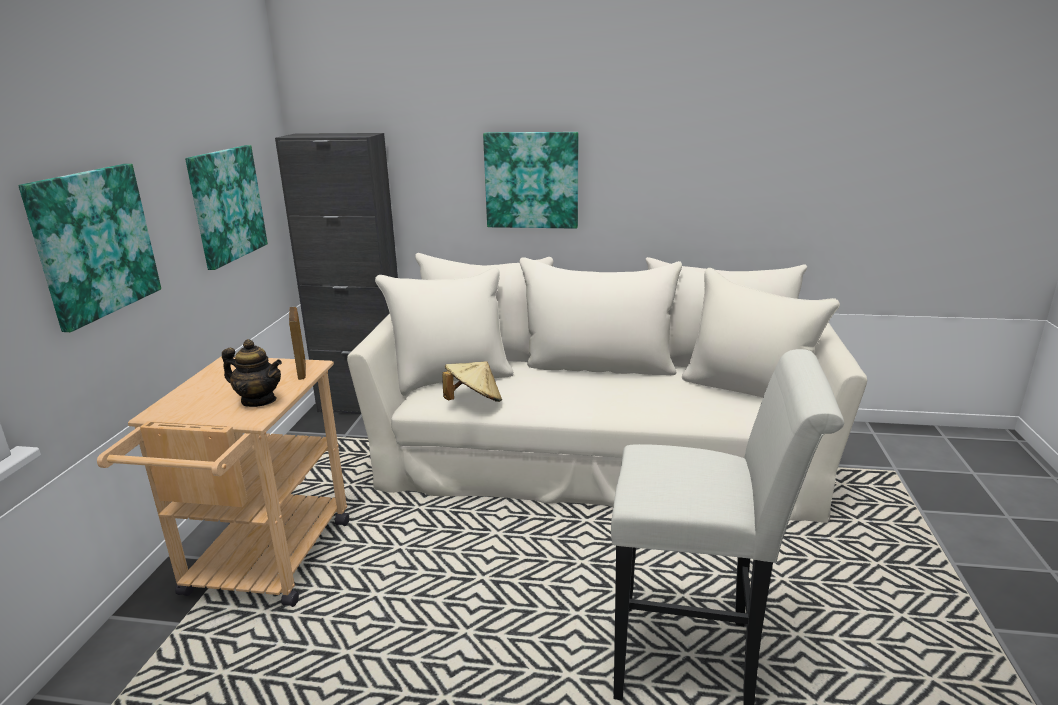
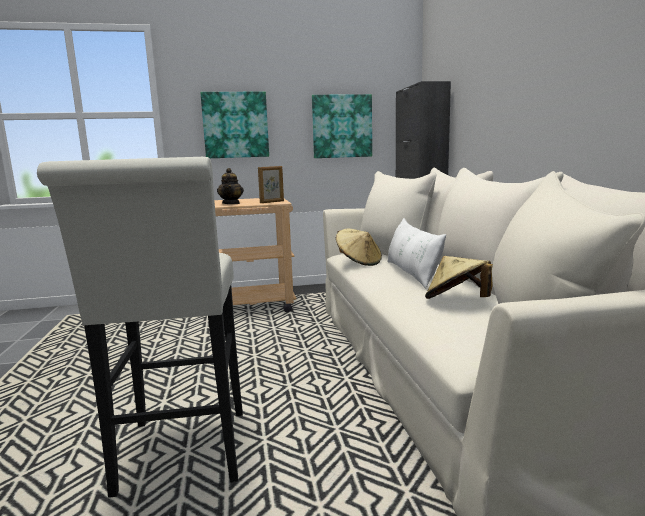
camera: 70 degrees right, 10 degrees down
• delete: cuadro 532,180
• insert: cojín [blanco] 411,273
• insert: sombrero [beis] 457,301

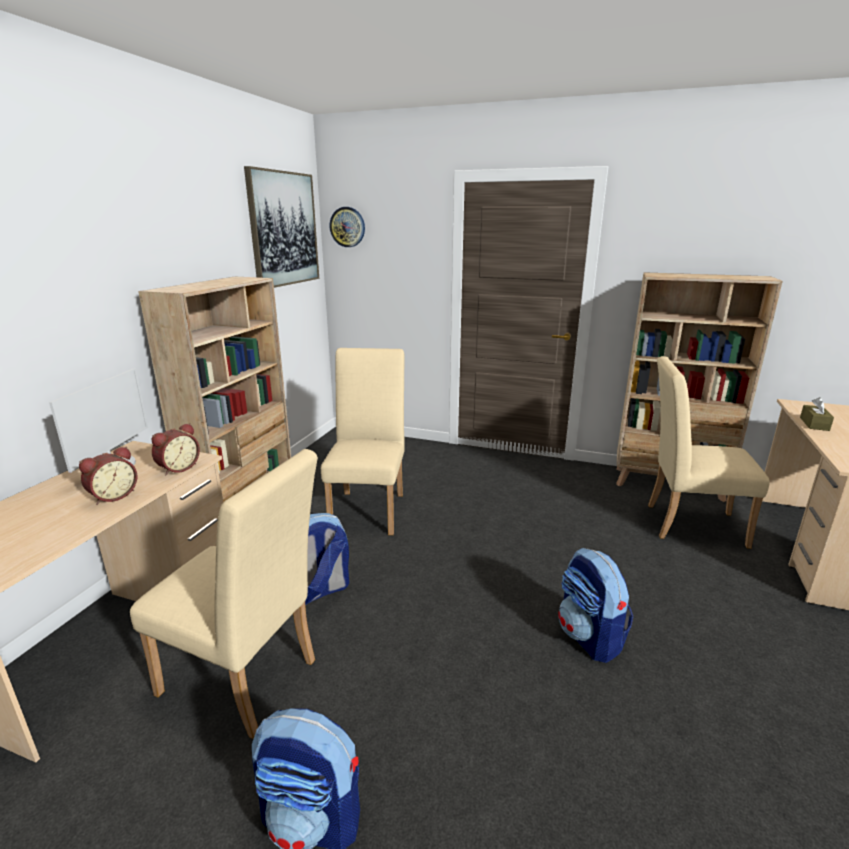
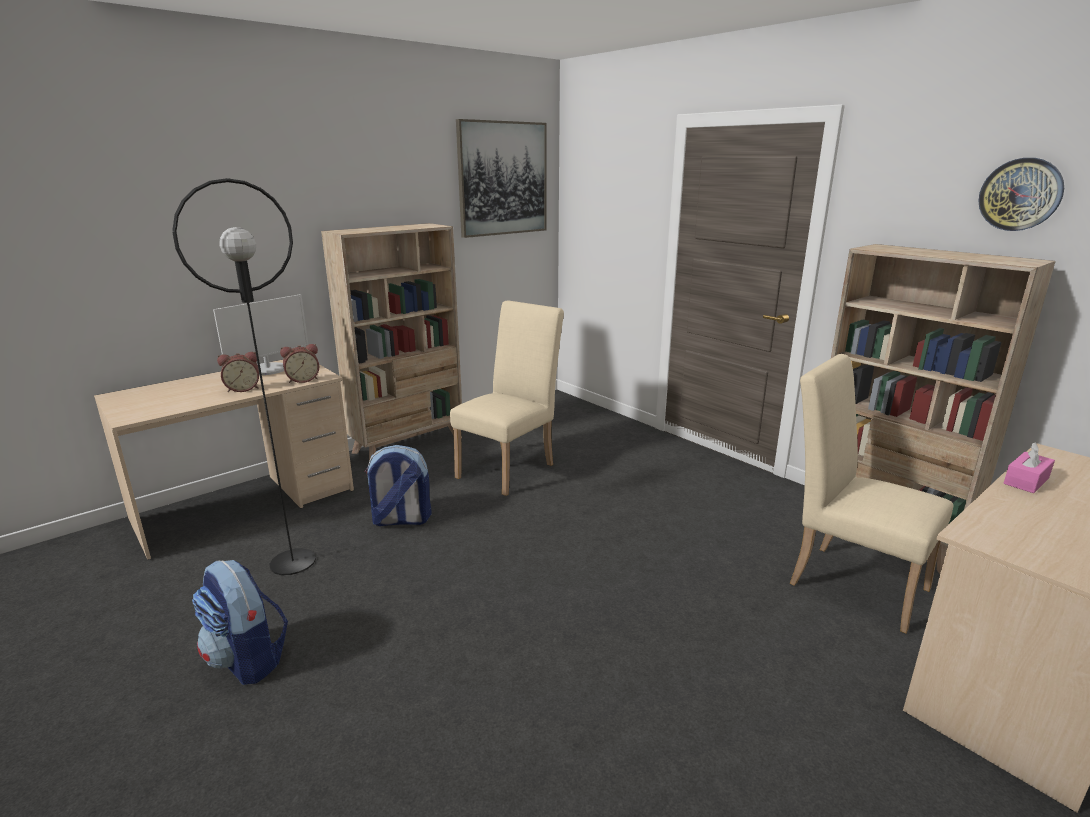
camera: 30 degrees right, 0 degrees up
• move: reloj de pared 347,227 to 1020,194
• recolor: caja de pañuelos [marrón] 814,424 to caja de pañuelos [rosa] 1026,481
• replace: silla [beis] 246,682 to lámpara de pie [negro] 292,562
• delete: mochila 589,637

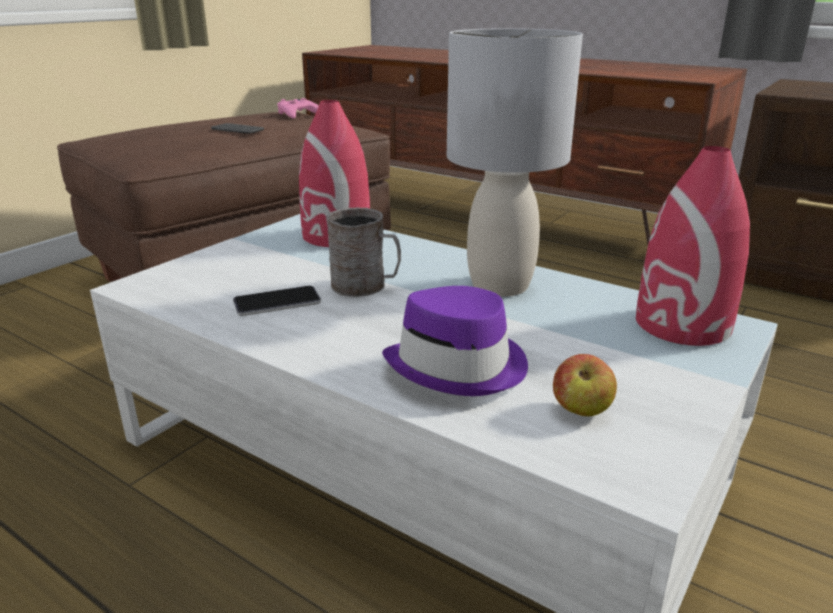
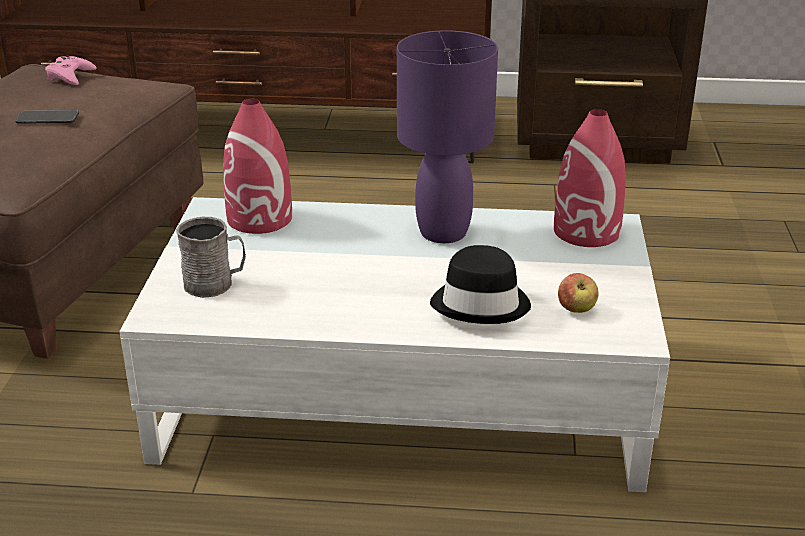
camera: 30 degrees left, 5 degrees up
• recolor: lámpara de mesa [gris] 500,285 to lámpara de mesa [morado] 444,233
• move: taza grande [gris] 366,286 to 215,283
• delete: móvil 277,302
• recolor: sombrero [morado] 460,366 to sombrero [negro] 481,304

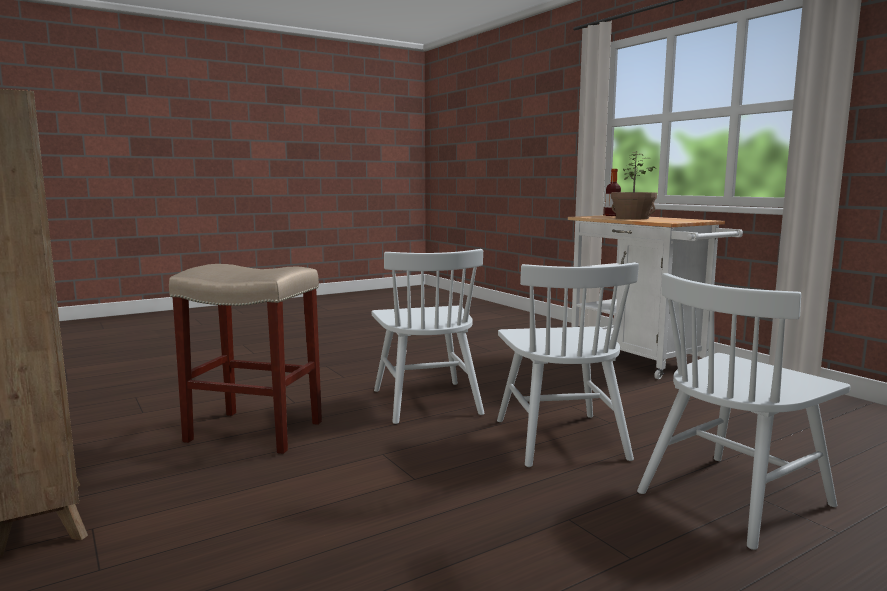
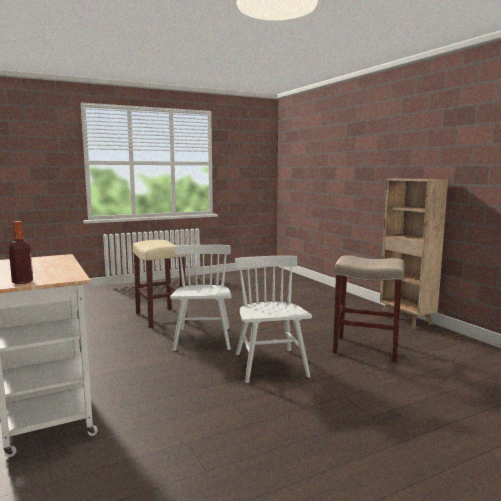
camera: 175 degrees left, 0 degrees up
• delete: planta en maceta 632,218
• replace: silla [blanco] 734,498 to taburete [beis] 161,317

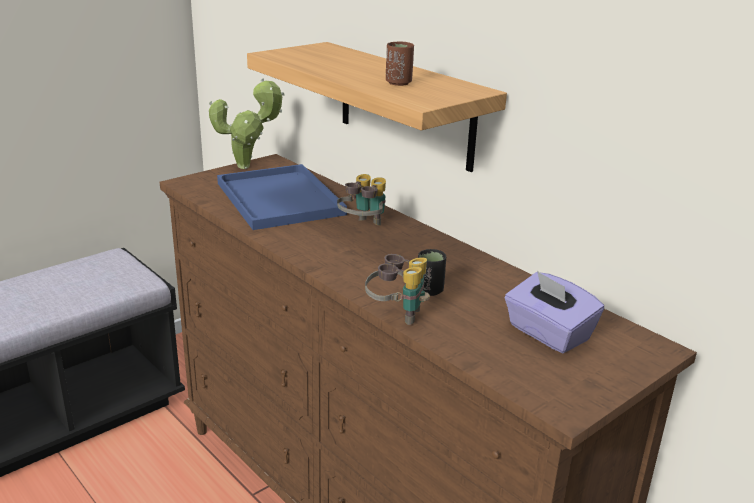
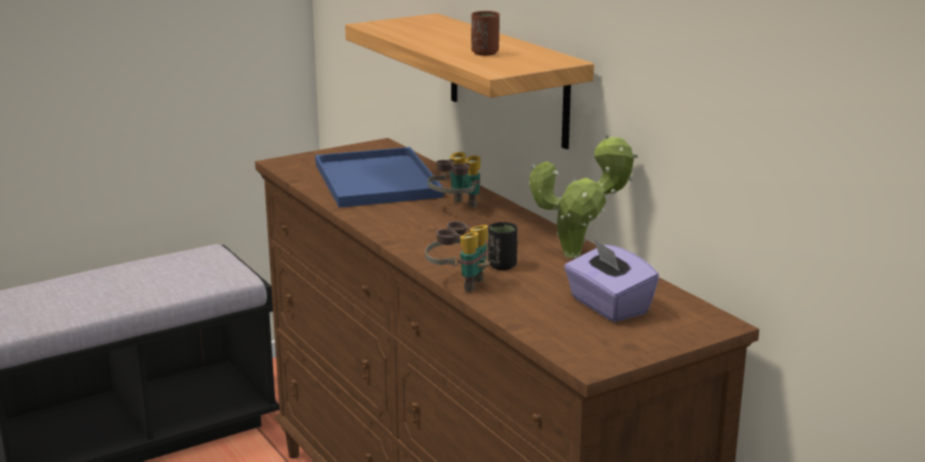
camera: 10 degrees right, 5 degrees down
• move: planta en maceta 248,166 to 578,255

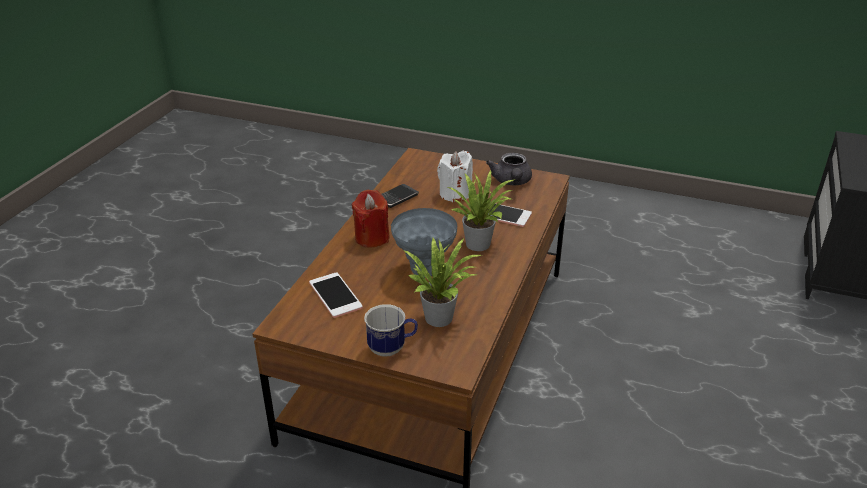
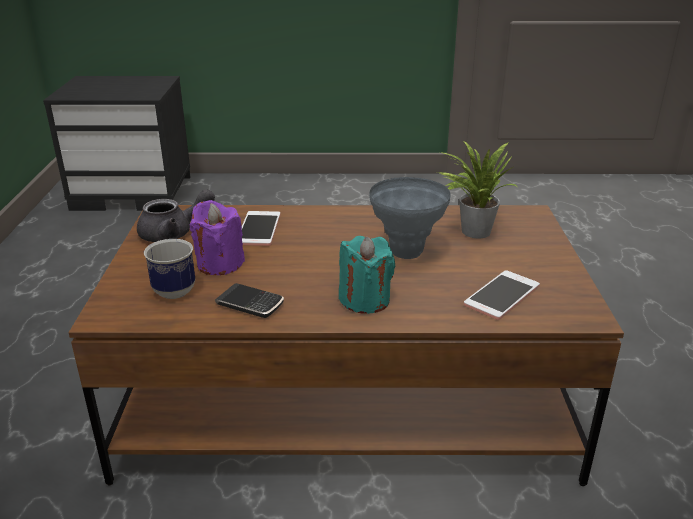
camera: 110 degrees left, 5 degrees down
• recolor: vela [blanco] 455,194 to vela [morado] 219,264
• delete: planta en maceta 480,242
• recolor: vela [rojo] 372,238 to vela [turquesa] 365,300
• move: taza grande 392,348 to 173,288

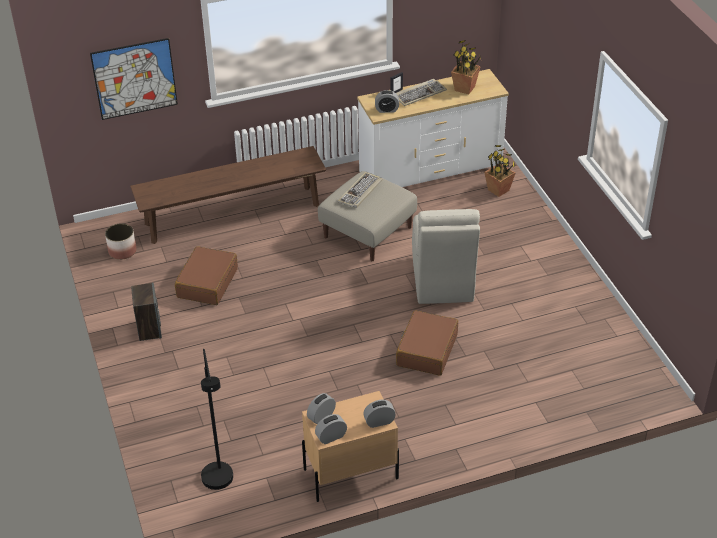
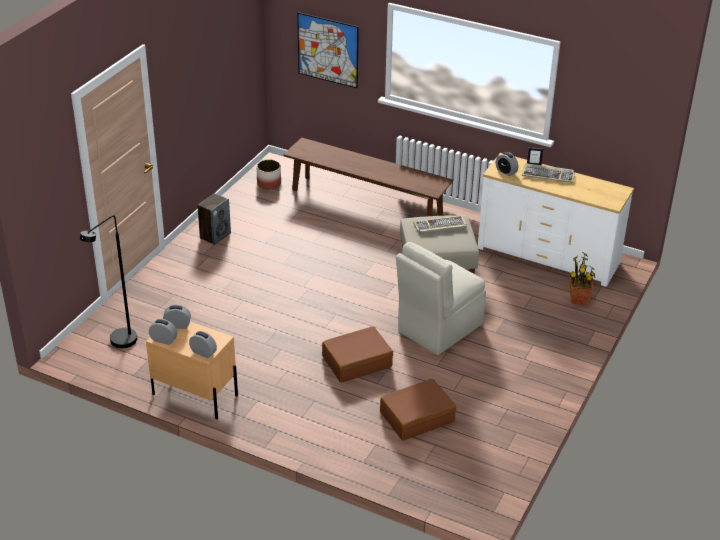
camera: 45 degrees right, 5 degrees down
• delete: planta en maceta 465,88
• move: maleta [marrón] 207,283 to 417,417

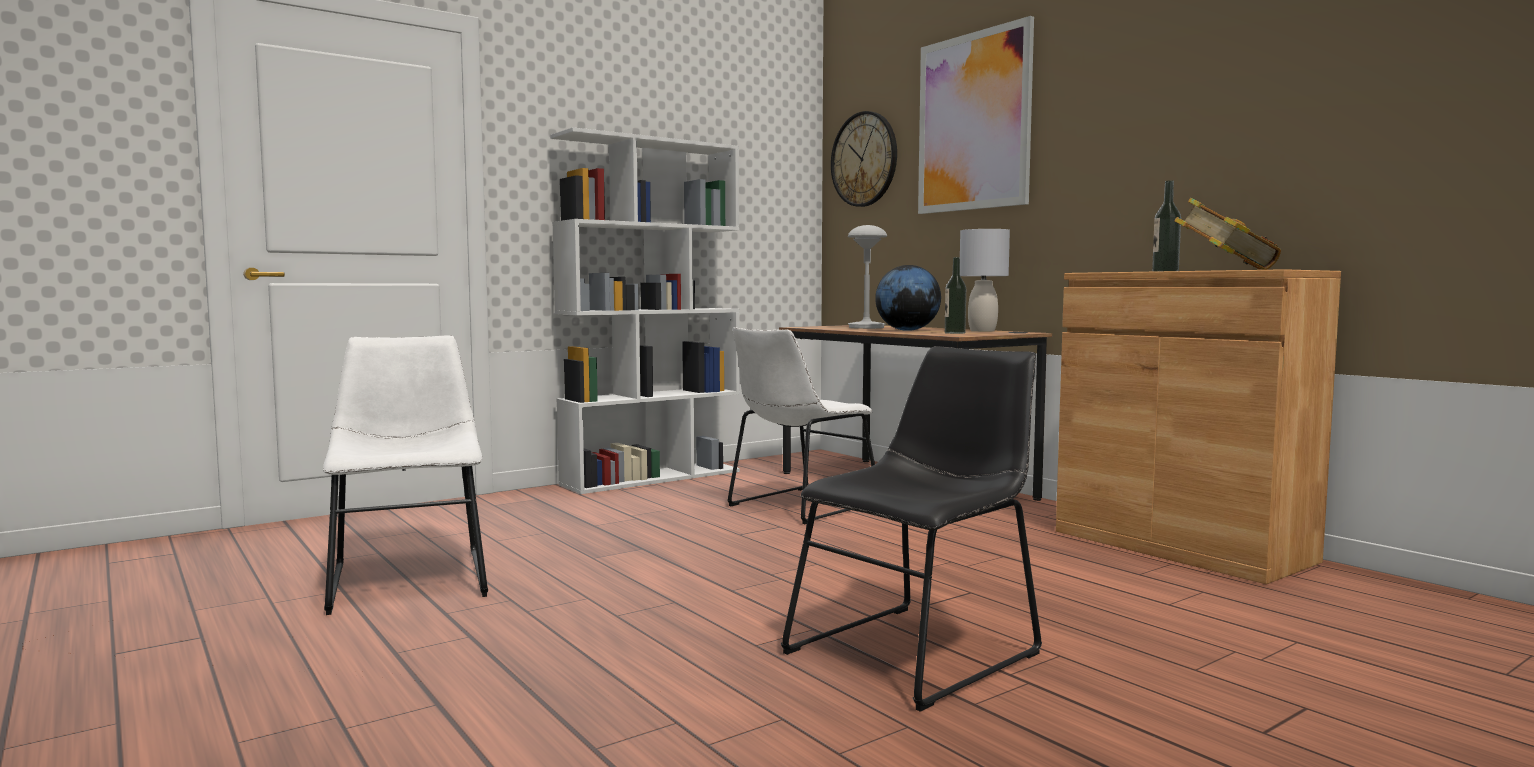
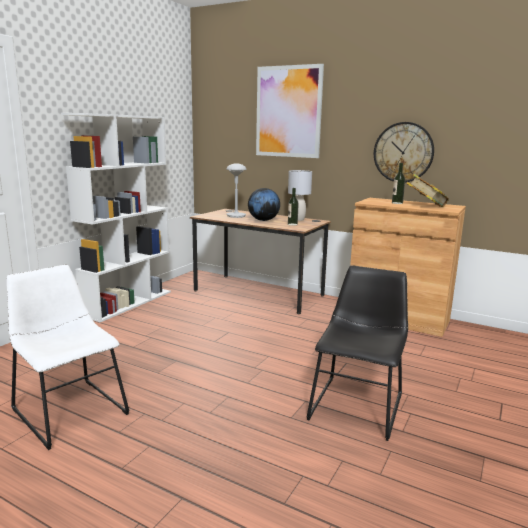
camera: 25 degrees left, 10 degrees up
• move: reloj de pared 864,159 to 403,152
• delete: silla [blanco] 799,506

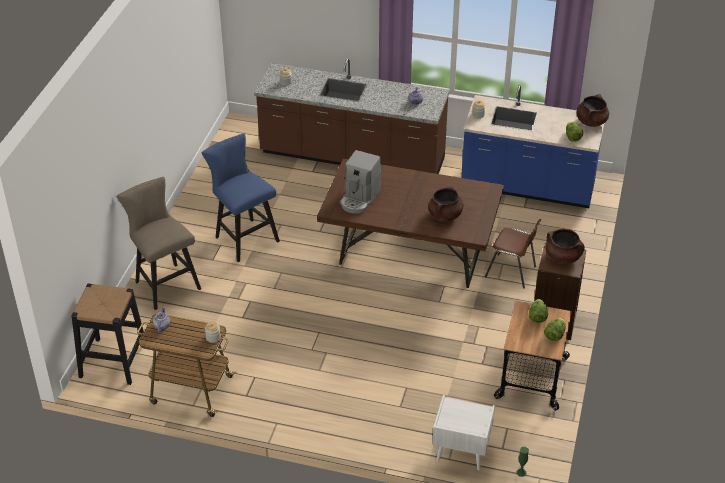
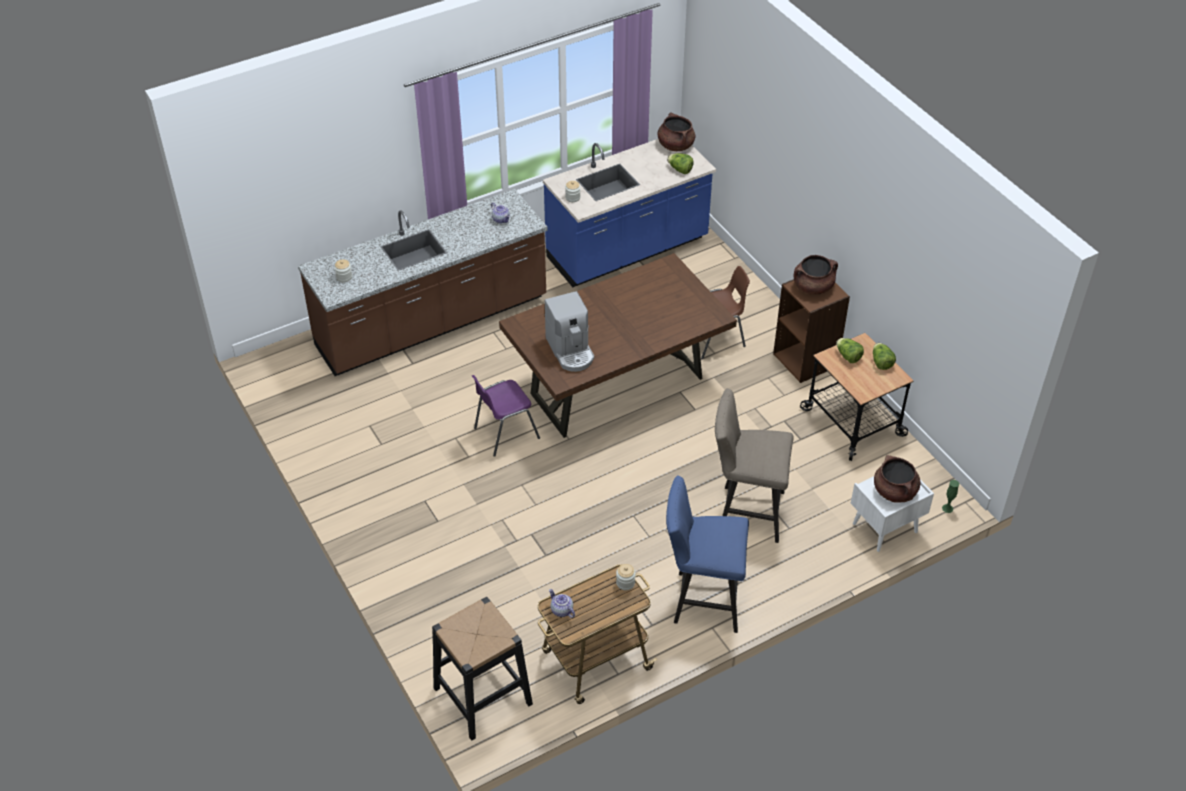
camera: 45 degrees left, 5 degrees up
• move: taburete [azul] 243,238 to 701,600
• move: taburete [beis] 164,283 to 745,512
• move: olla [marrón] 445,215 to 895,491
• insert: silla [morado] 504,433

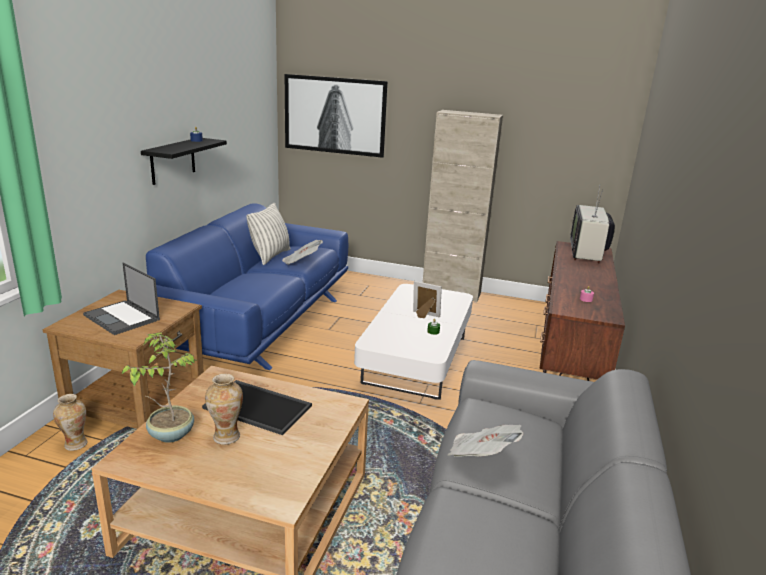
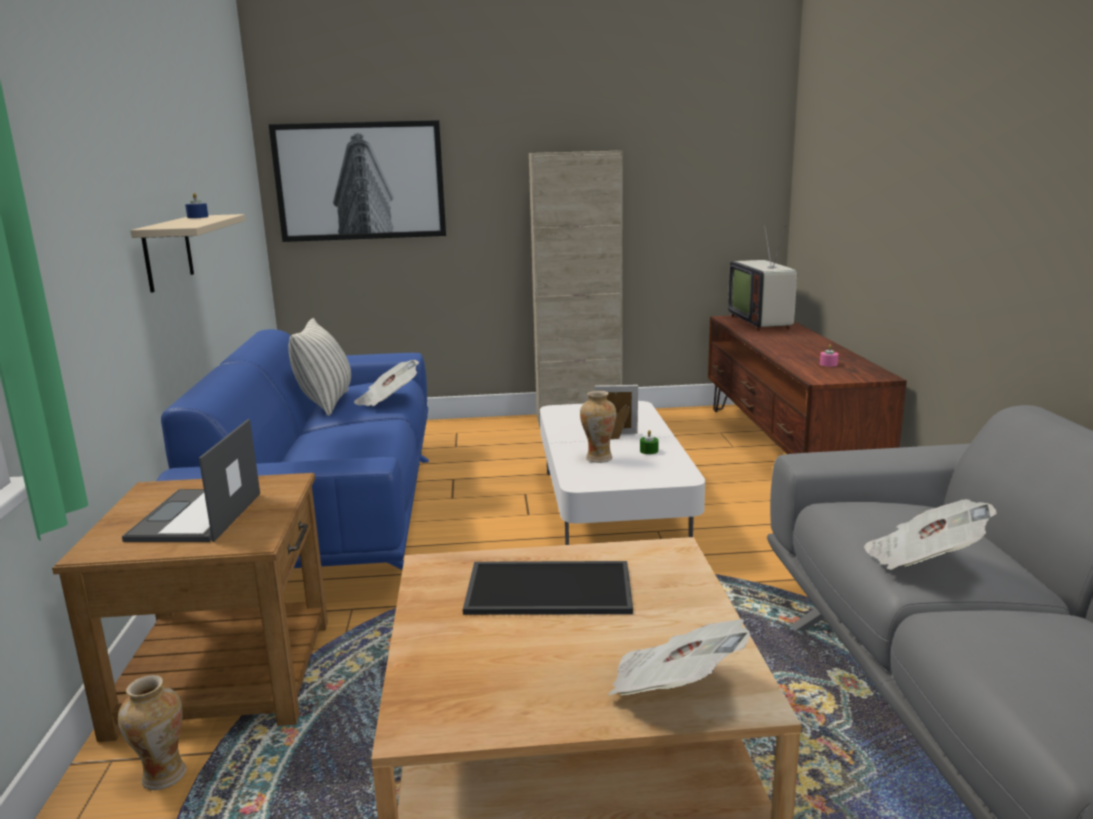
camera: 20 degrees left, 5 degrees down
• recolor: estante [negro] 173,160 to estante [beis] 168,252
• rotate: portátil 122,318 = 196,517 75 degrees clockwise
• delete: planta en maceta 170,434
• move: florero 226,436 to 598,458
• insert: periódico 674,689

